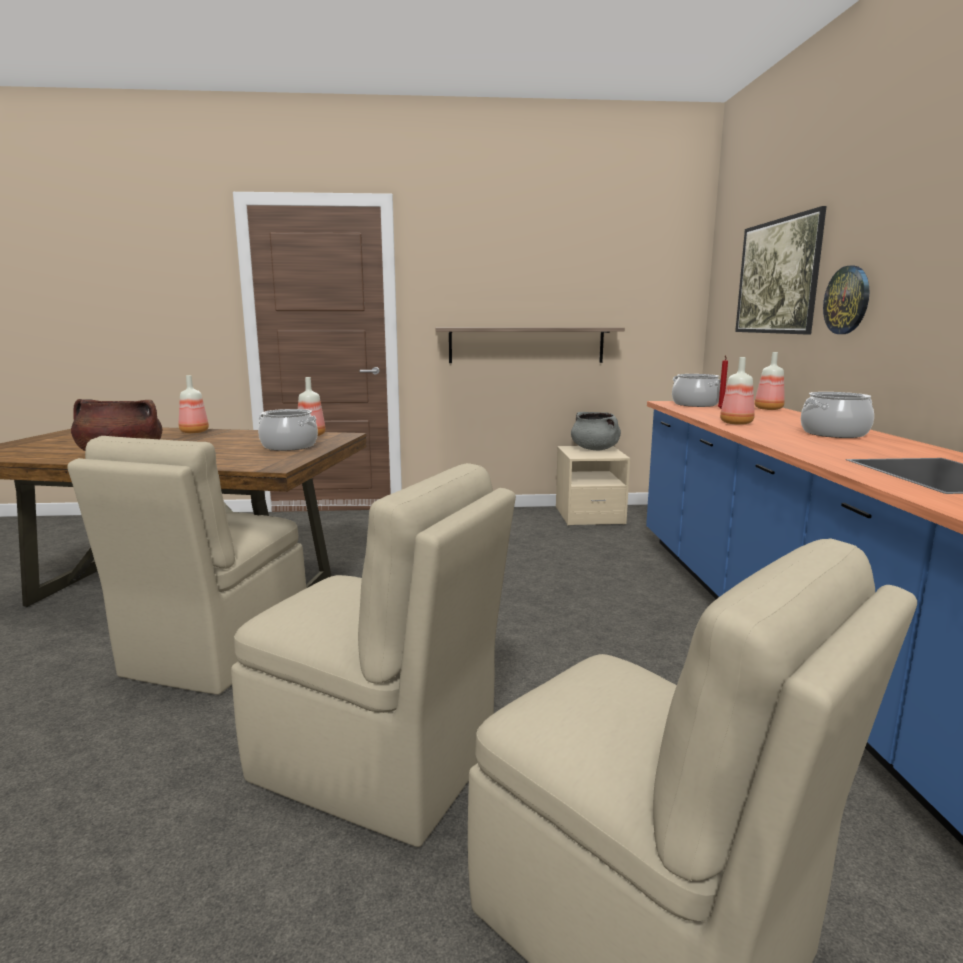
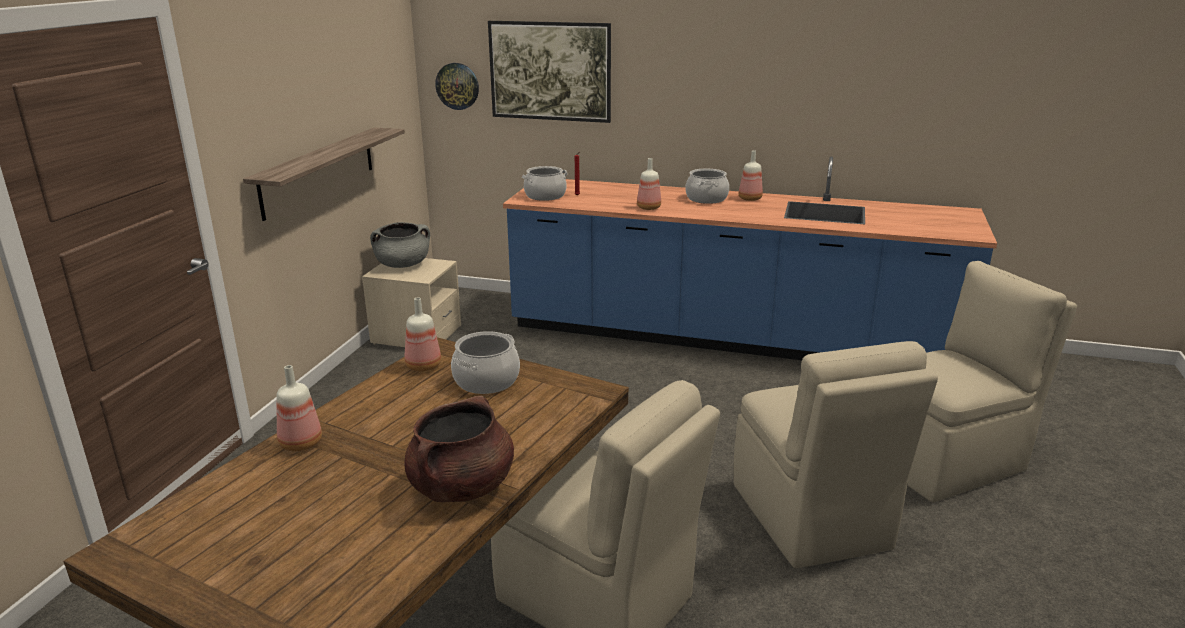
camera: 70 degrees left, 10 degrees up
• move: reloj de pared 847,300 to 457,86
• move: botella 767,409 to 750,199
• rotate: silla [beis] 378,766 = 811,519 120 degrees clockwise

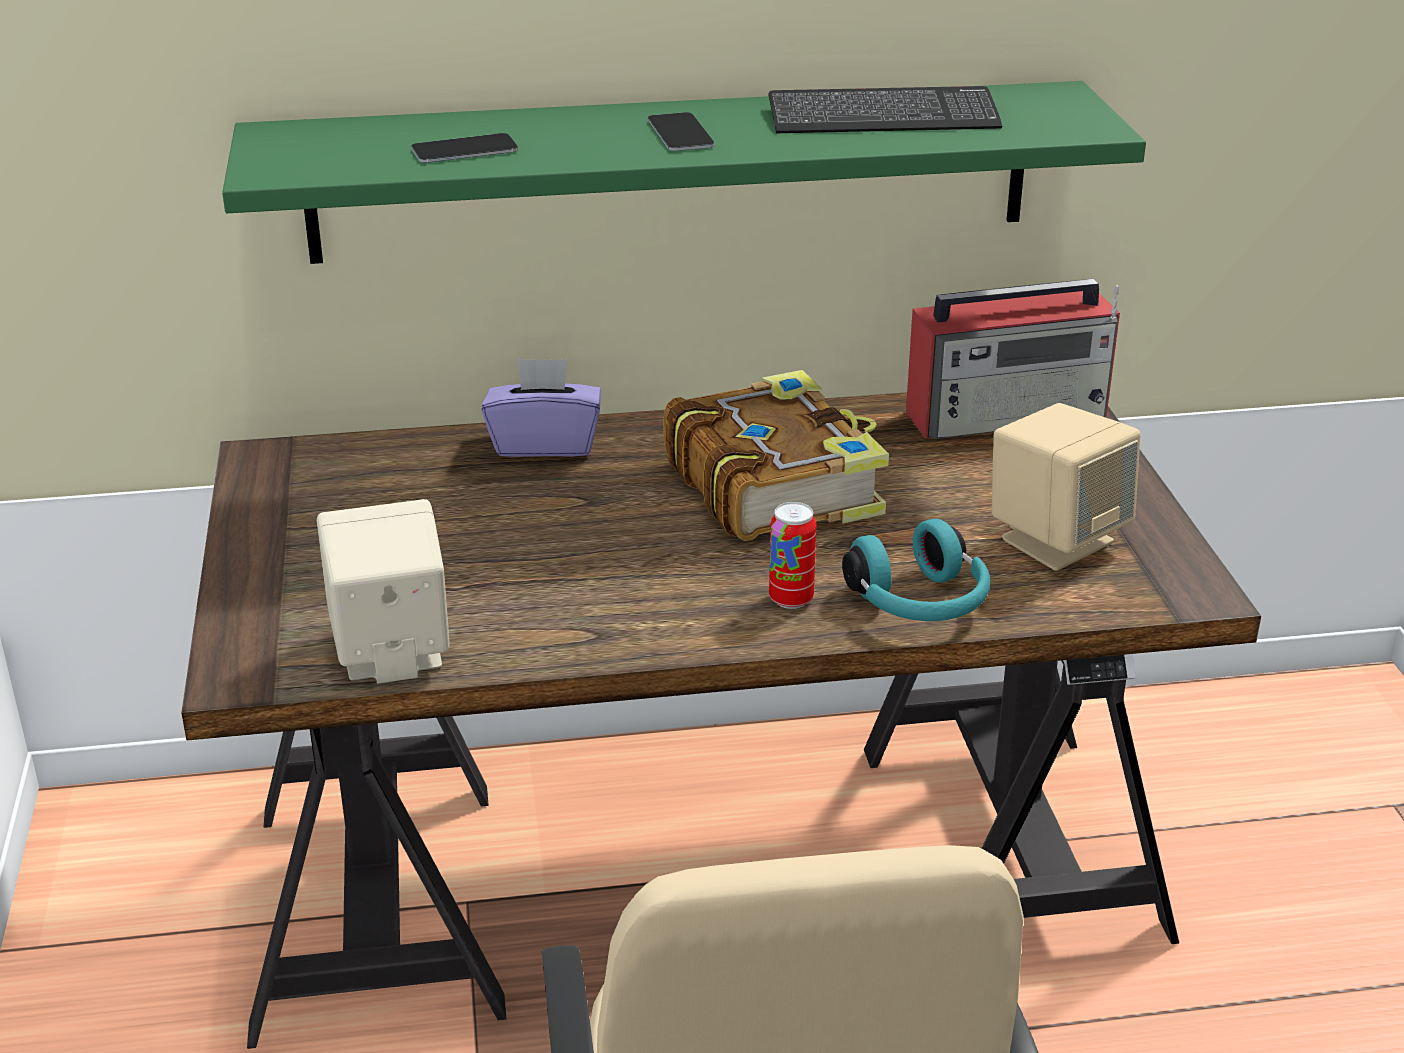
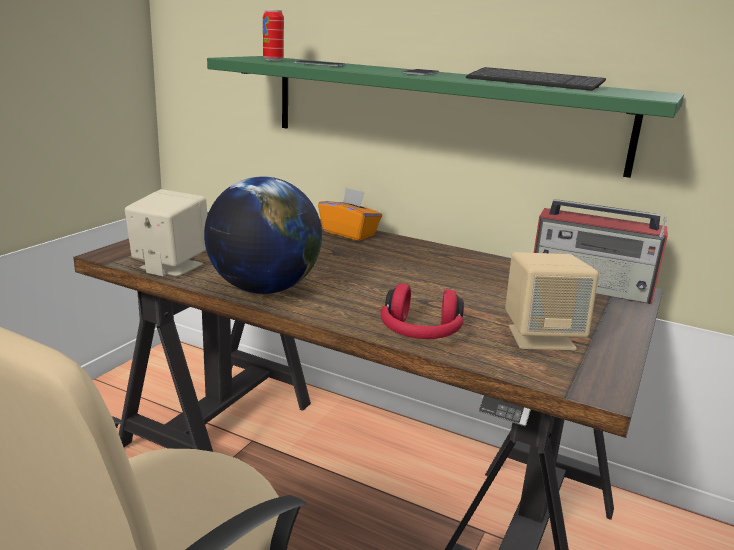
camera: 35 degrees right, 10 degrees down
• recolor: caja de pañuelos [morado] 545,443 to caja de pañuelos [naranja] 349,233
• delete: libro 773,484
• move: lata 791,599 to 273,60
• recolor: auriculares [turquesa] 920,604 to auriculares [rojo] 420,333
• insert: globo terráqueo 264,289

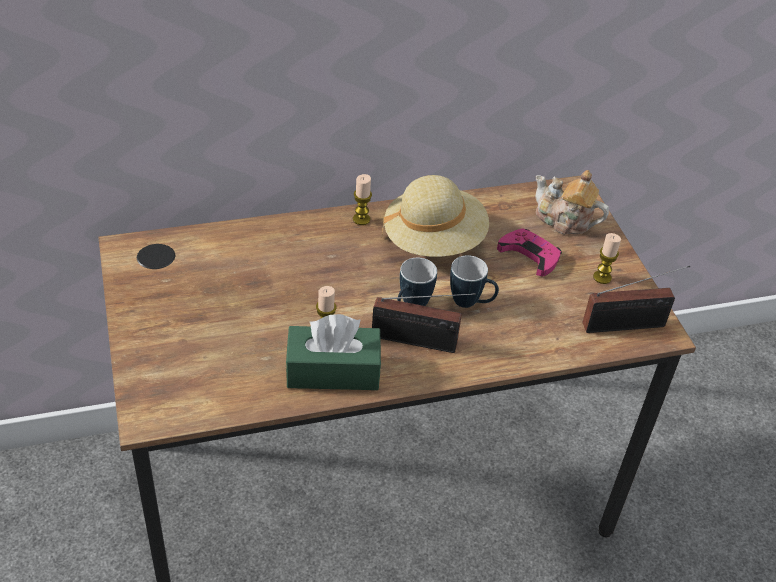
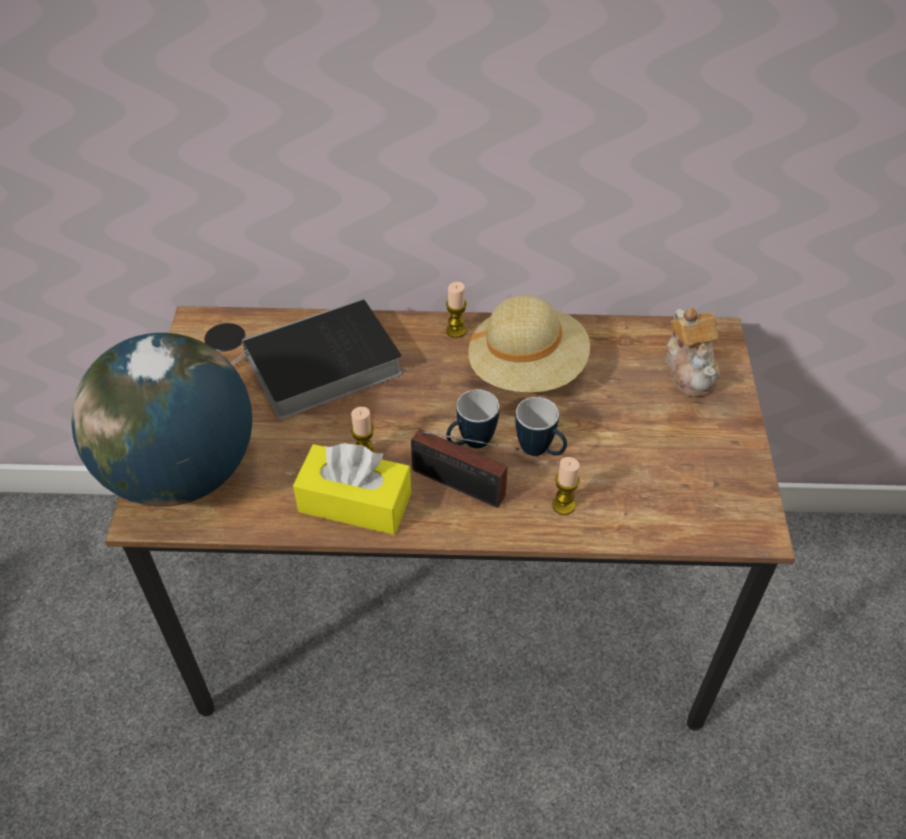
camera: 20 degrees right, 5 degrees up
• rotate: tetera 564,220 = 690,370 150 degrees counterclockwise
• delete: mando de consola [rosa] 530,255
• move: vela 602,277 to 563,505
• delete: radio 628,325
• recolor: caja de pañuelos [verde] 333,371 to caja de pañuelos [amarillo] 355,502
• insert: libro 319,367
• insert: globo terráqueo 183,471

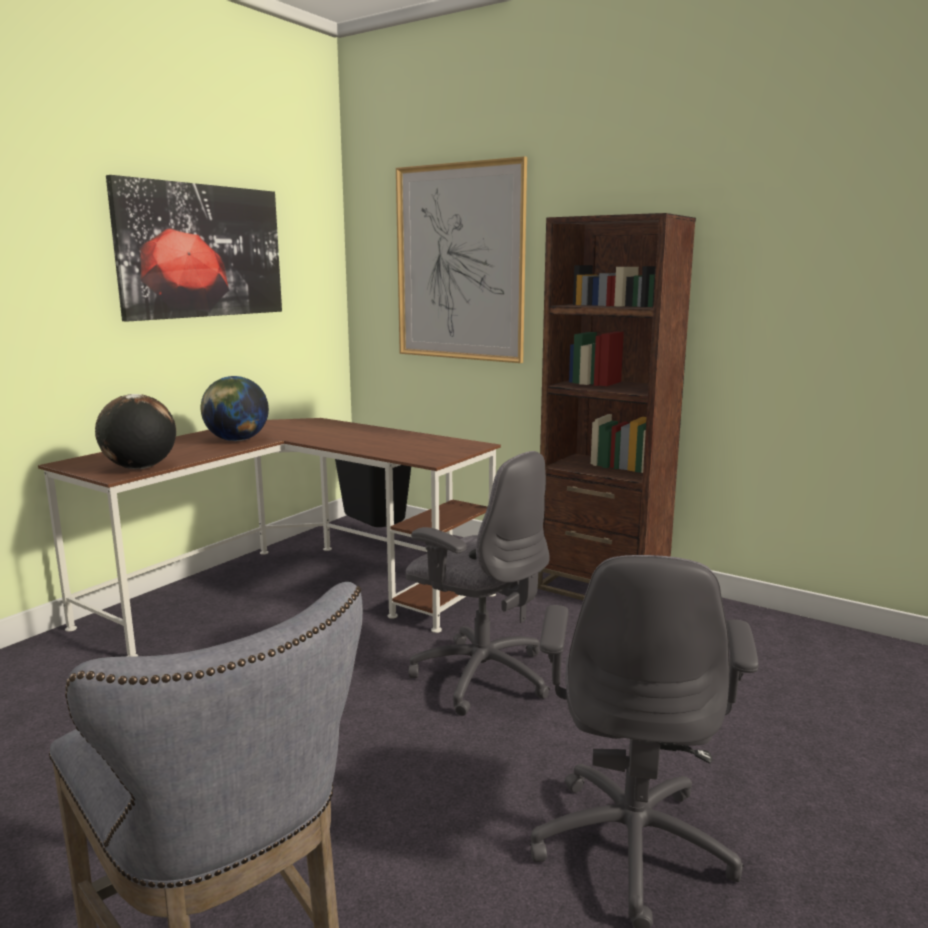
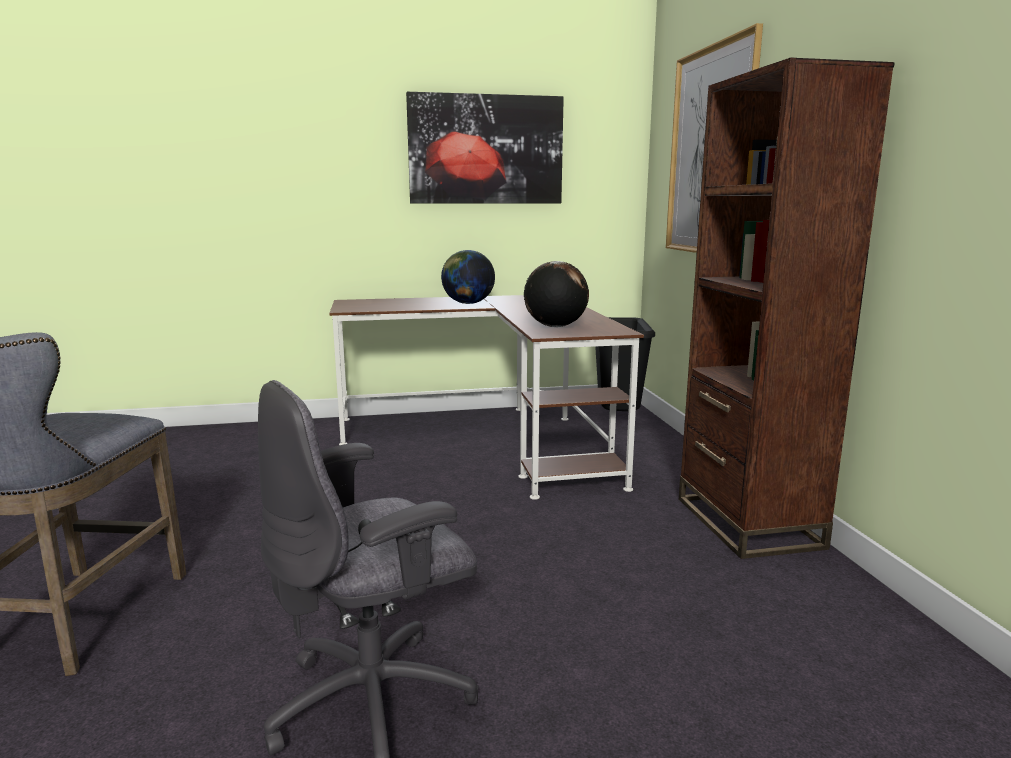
camera: 45 degrees right, 0 degrees up
• move: globo terráqueo 139,468 to 555,326
• delete: silla de oficina [gris] 480,675

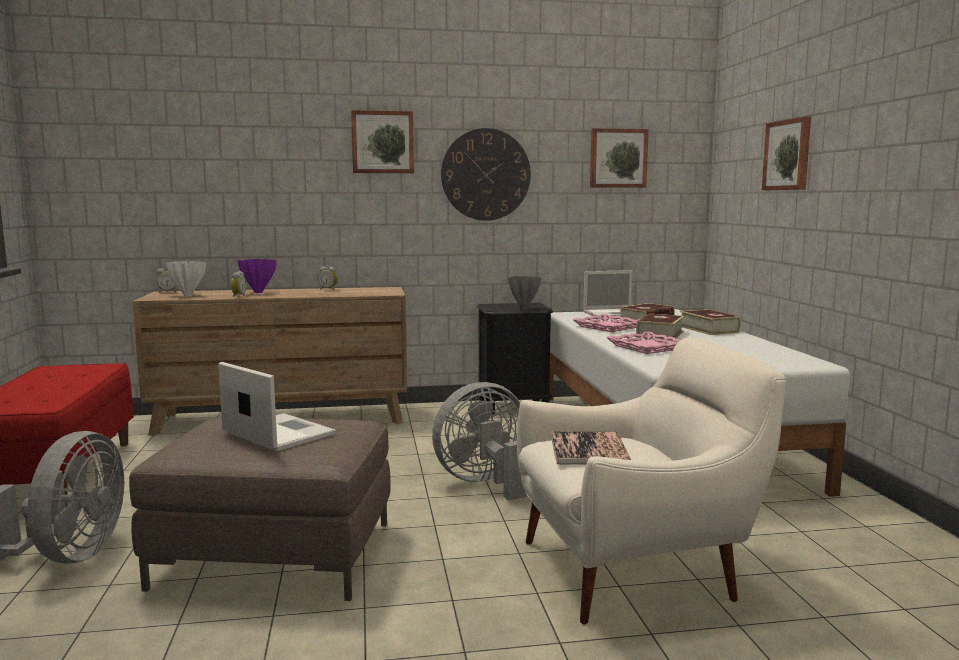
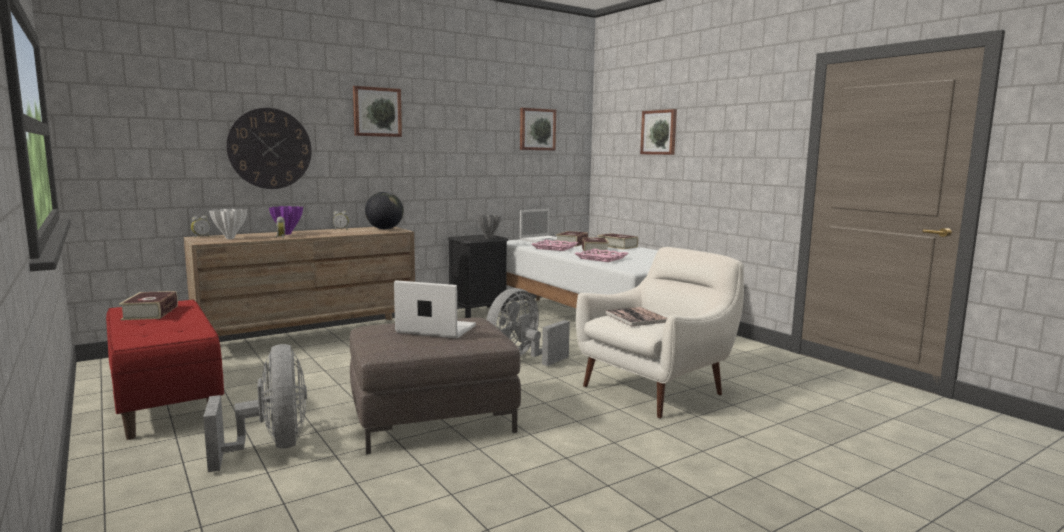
camera: 25 degrees left, 0 degrees up
• move: reloj de pared 485,174 to 270,148
• insert: globo terráqueo 384,229
• insert: libro 150,312

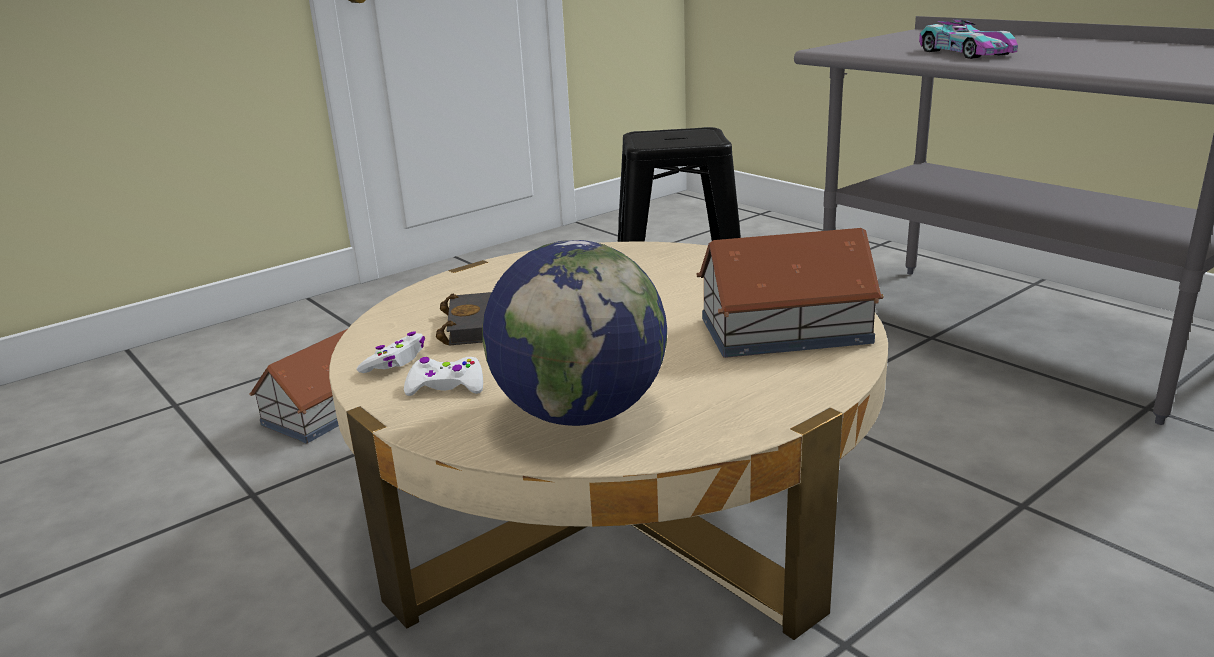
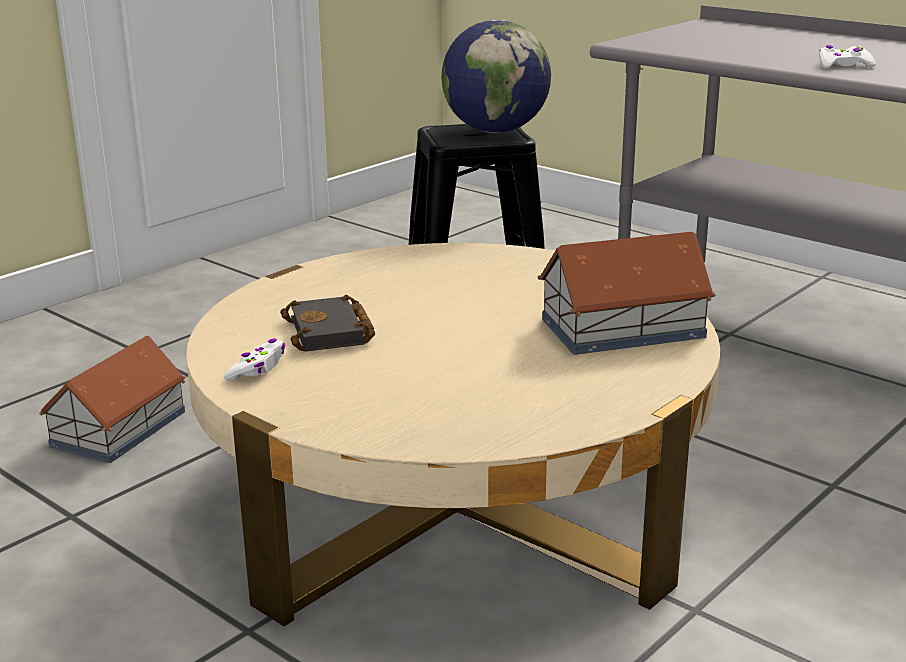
camera: 10 degrees left, 0 degrees up
• delete: coche de juguete 965,52
• move: globo terráqueo 580,413 to 495,131
• move: mando de consola [blanco] 446,386 to 843,65

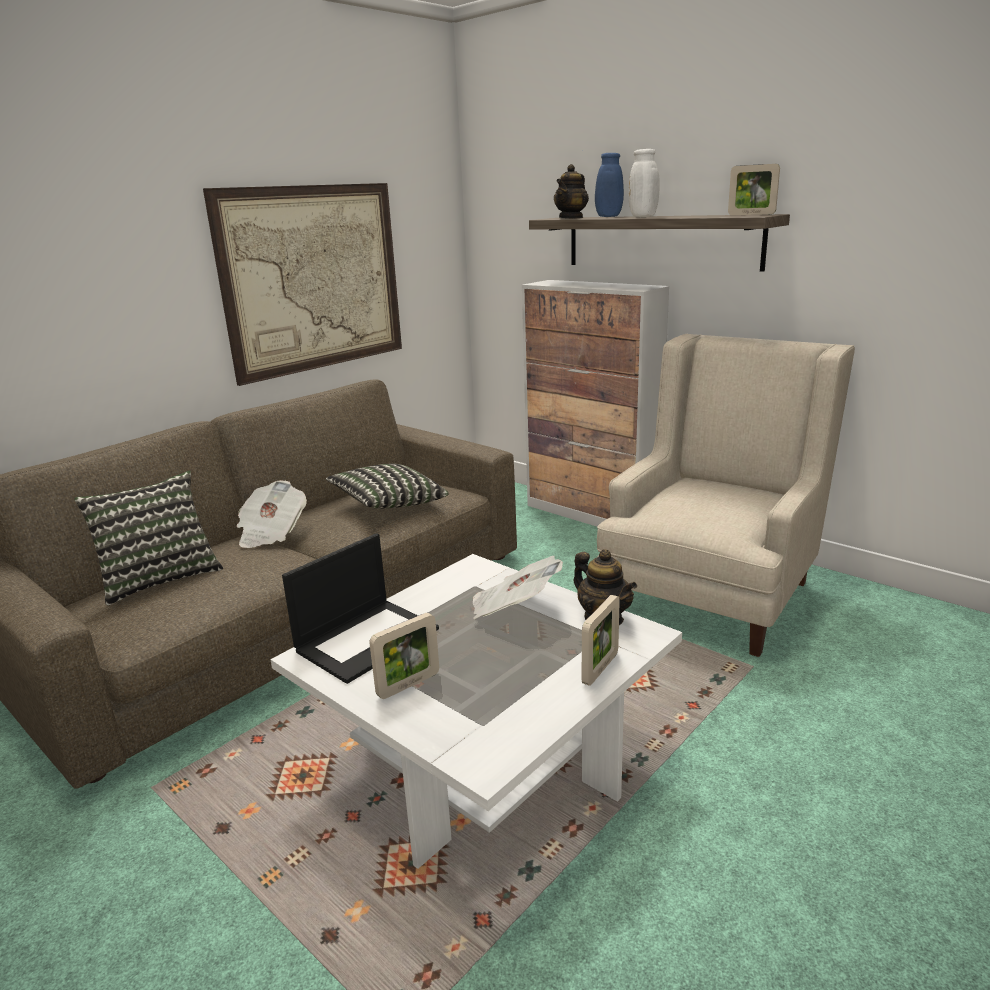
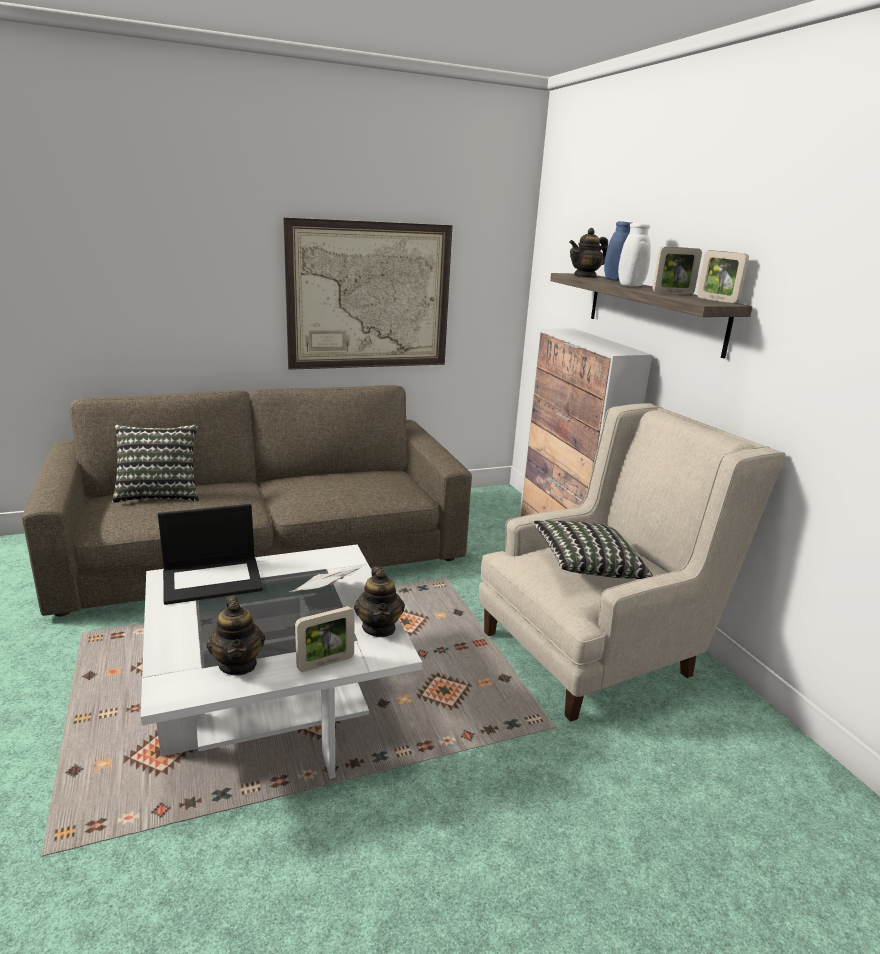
camera: 25 degrees right, 0 degrees up
• move: cojín 388,504 to 586,566
• delete: periódico 271,533
• move: portarretratos 408,685 to 672,293
• insert: tetera 238,664

